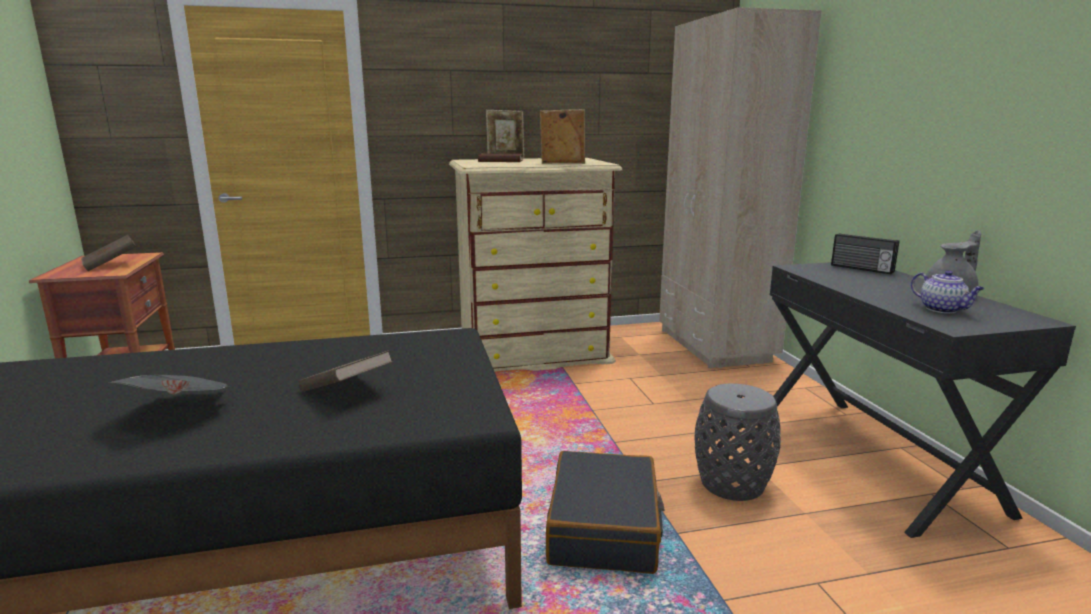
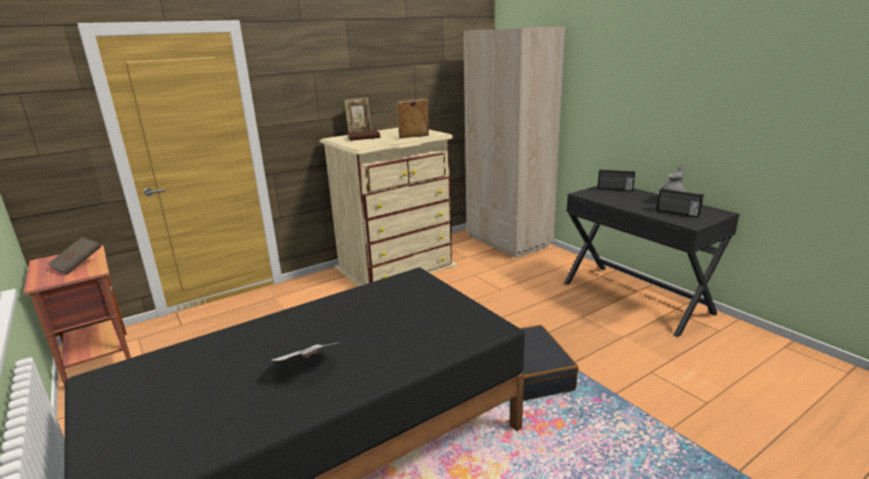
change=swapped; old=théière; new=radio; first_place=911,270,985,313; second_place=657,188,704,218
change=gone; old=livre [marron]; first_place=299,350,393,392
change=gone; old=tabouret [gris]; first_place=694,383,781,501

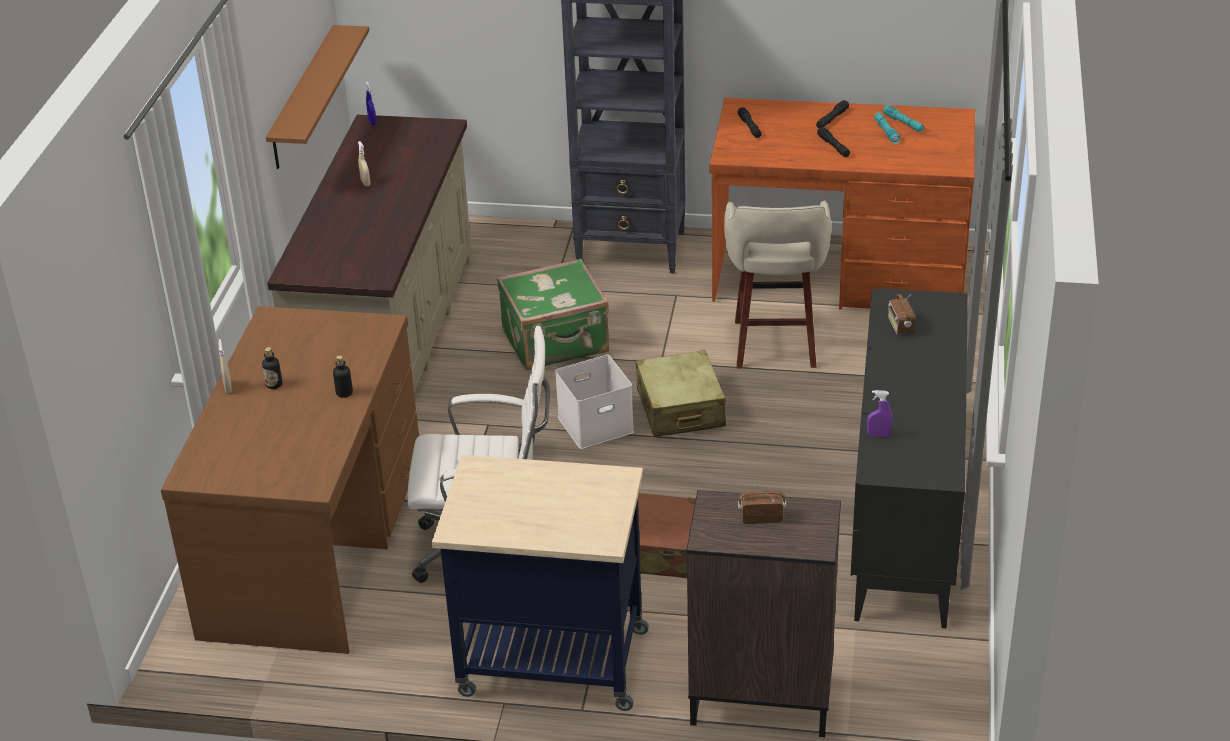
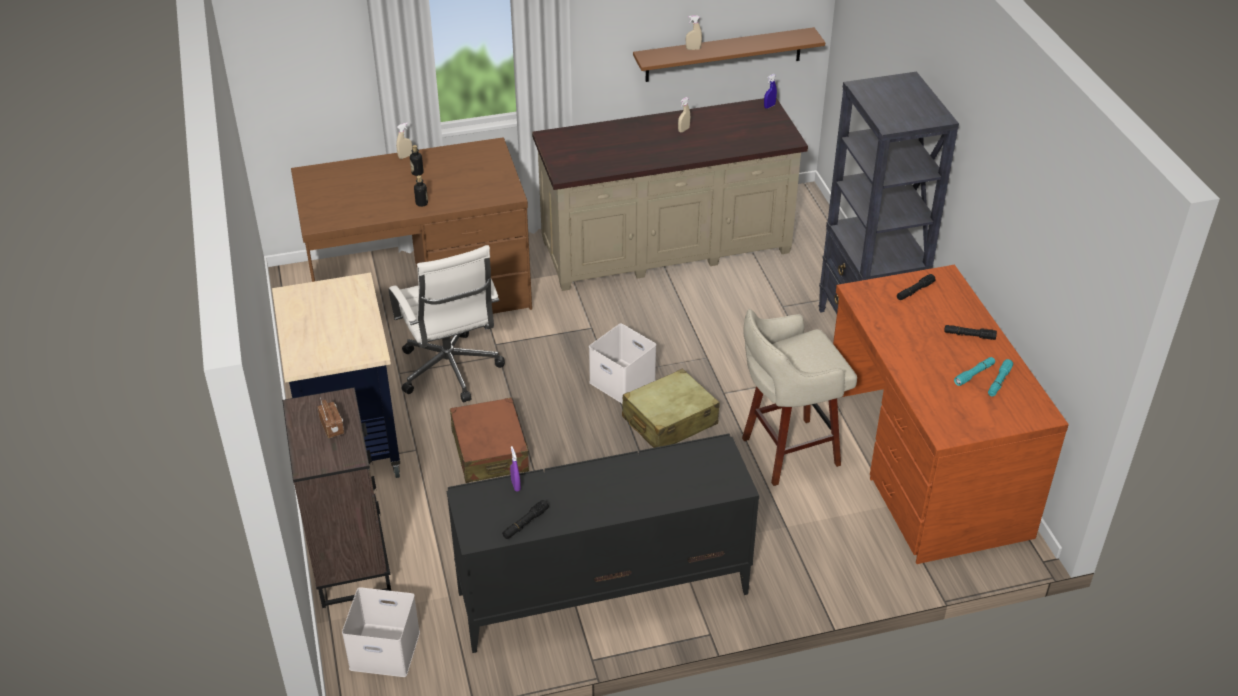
change=shifted; old=lampe de poche [noir]; first_place=817,127,850,157; second_place=502,500,549,539
change=gone; old=valise [vert]; first_place=497,258,609,371
change=gone; old=radio; first_place=888,294,915,334
change=new; new=vaporisateur [beige]; second_place=686,16,702,50
change=new; new=boîte de rangement [blanc]; second_place=342,587,420,677

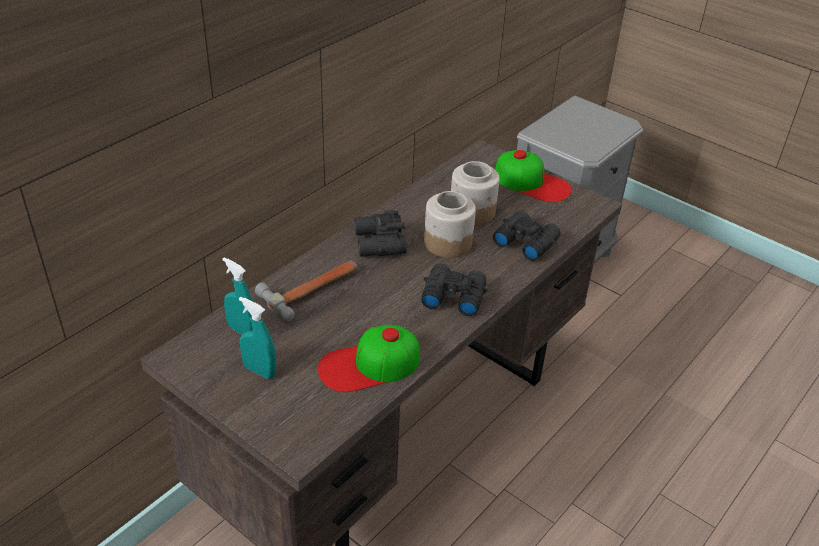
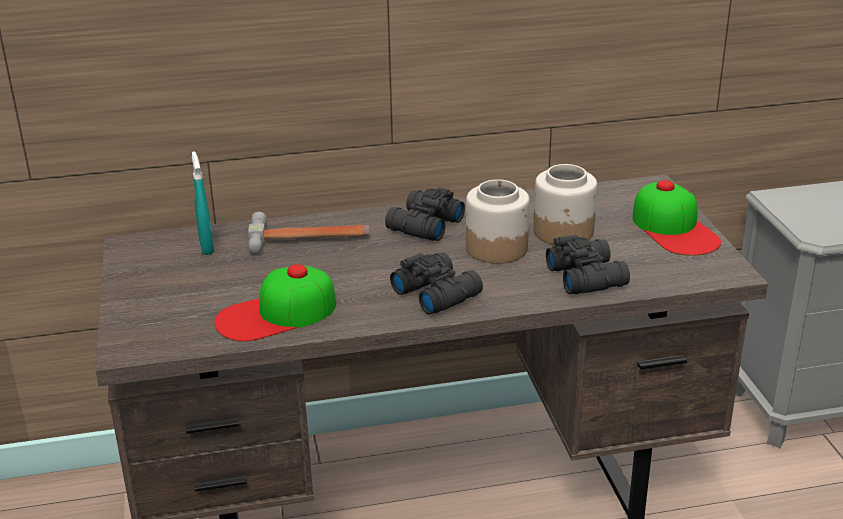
change=gone; old=vaporisateur [turquoise]; first_place=239,297,276,379
change=rotated; old=casquette; first_place=318,325,420,392; second_place=214,264,336,341; degrees=-45

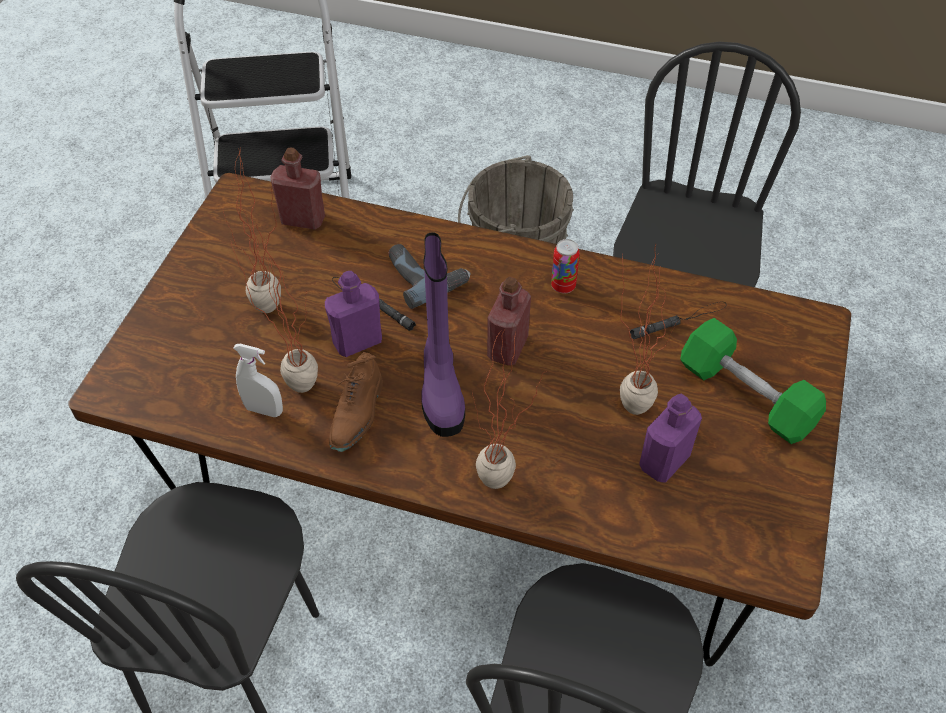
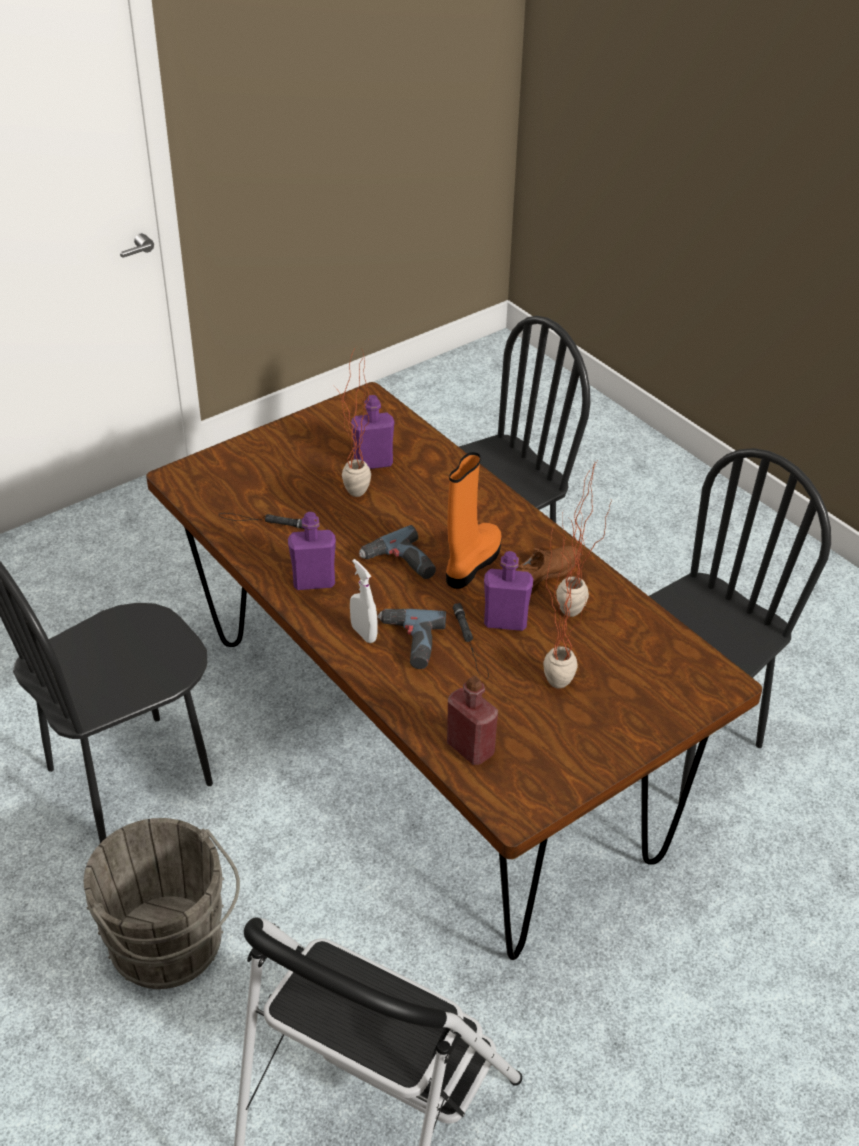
change=repainted; old=botte [violet]; new=botte [orange]; first_place=422,232,465,437; second_place=446,452,502,589
change=swapped; old=boîte métallique; new=bouteille [violet]; first_place=551,239,580,294; second_place=288,512,336,590
change=swapped; old=bouteille [rouge]; new=perceuse; first_place=487,277,531,365; second_place=359,525,436,579
change=gone; old=haltère [vert]; first_place=680,318,826,444
change=gone; old=plante en pot; first_place=472,330,547,489
change=shifted; old=vaporisateur [blanc]; first_place=233,344,283,417; second_place=350,559,378,643

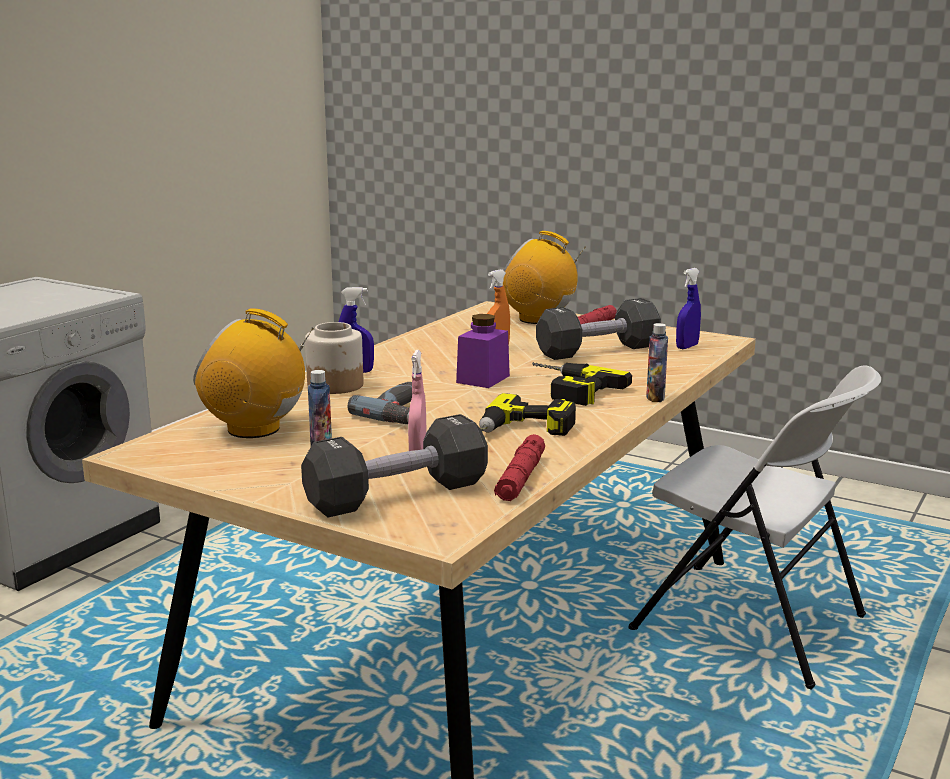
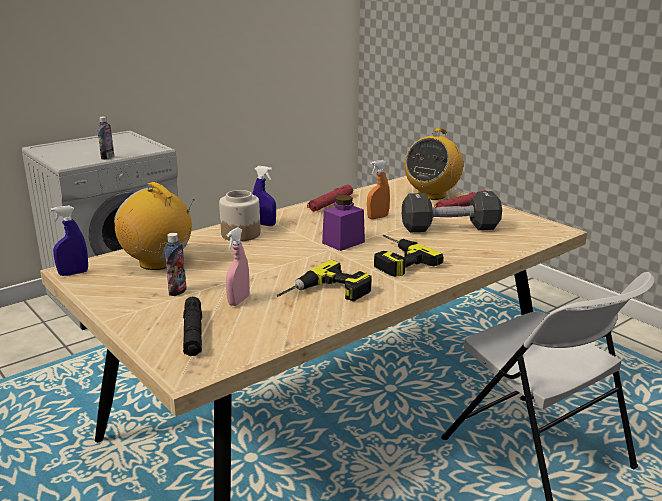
change=rotated; old=radio; first_place=503,231,586,324; second_place=404,128,463,200; degrees=-105
change=shifted; old=vaporisateur [bleu]; first_place=676,268,701,349; second_place=51,205,88,276
change=shifted; old=bouteille; first_place=646,323,668,402; second_place=97,116,114,160
change=gone; old=perceuse; first_place=348,382,412,424
change=swapped; old=haltère [noir]; new=lampe de poche [noir]; first_place=301,414,488,518; second_place=183,297,202,356
change=shifted; old=lampe de poche [rouge]; first_place=494,434,545,501; second_place=307,185,353,212

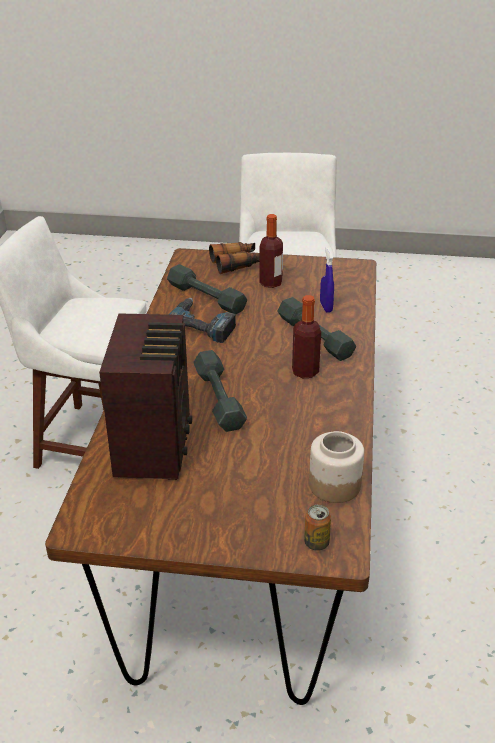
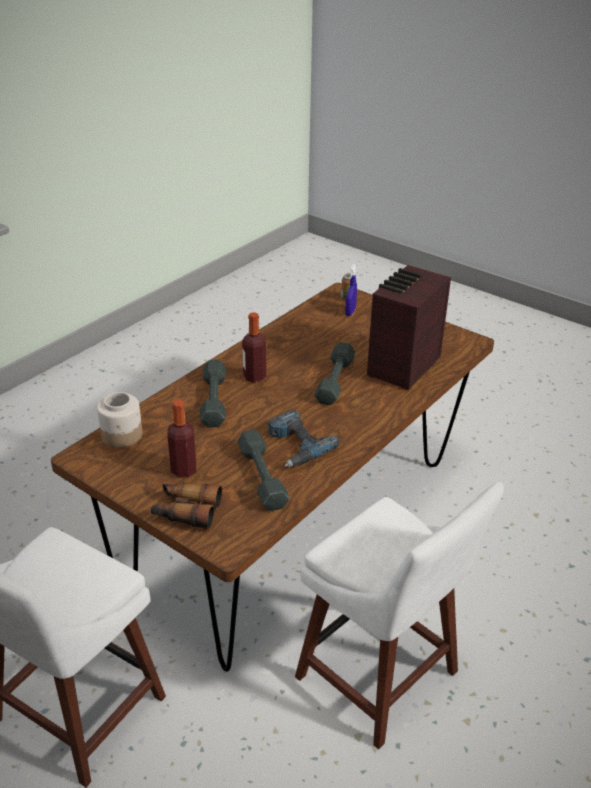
change=shifted; old=vaporisateur [bleu]; first_place=320,247,334,313; second_place=345,264,357,316
change=shifted; old=bocal; first_place=309,431,364,503; second_place=97,392,142,448

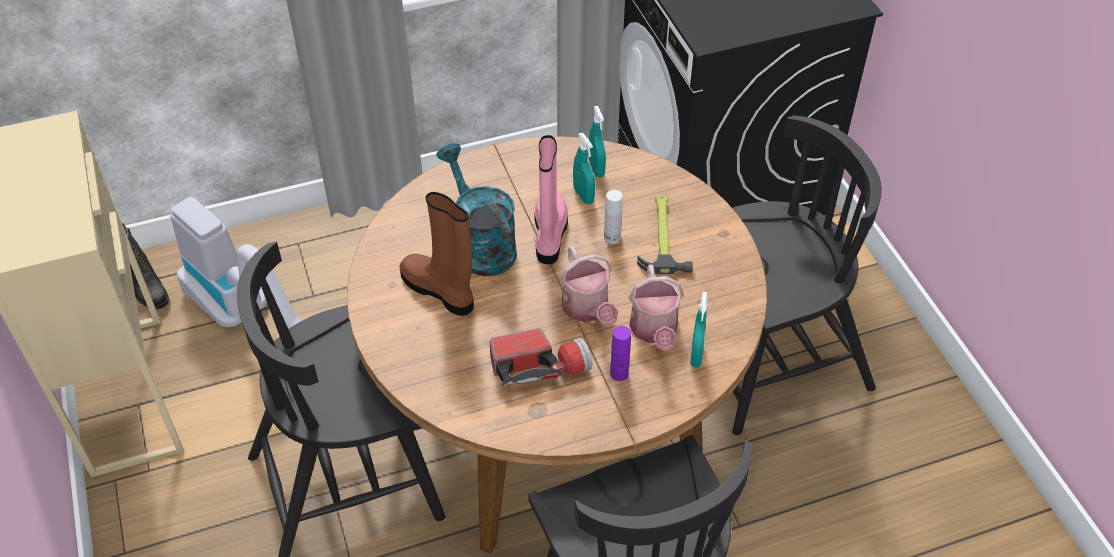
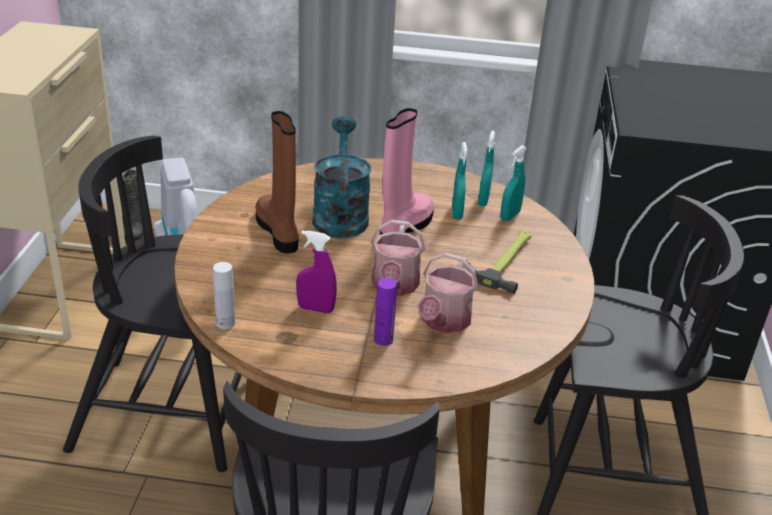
change=shifted; old=bouteille [blanc]; first_place=604,190,623,244; second_place=213,262,235,329
change=shifted; old=vaporisateur [turquoise]; first_place=690,292,708,368; second_place=500,145,527,221
change=swapped; old=lampe de poche; new=vaporisateur [violet]; first_place=490,328,593,387; second_place=296,230,337,313

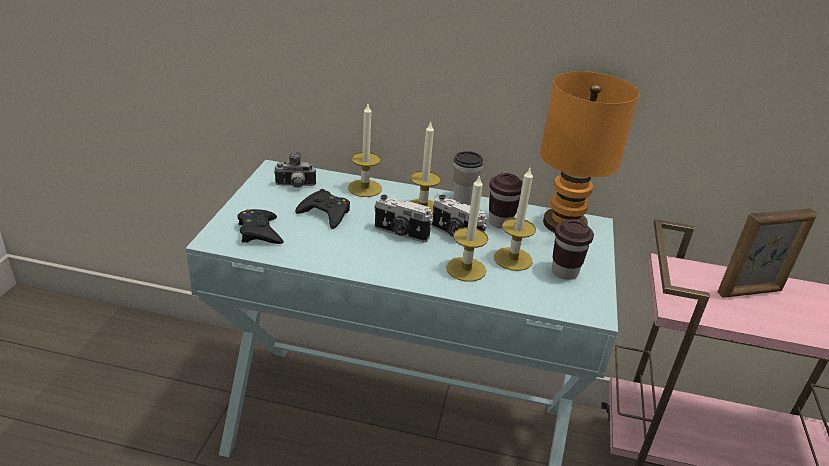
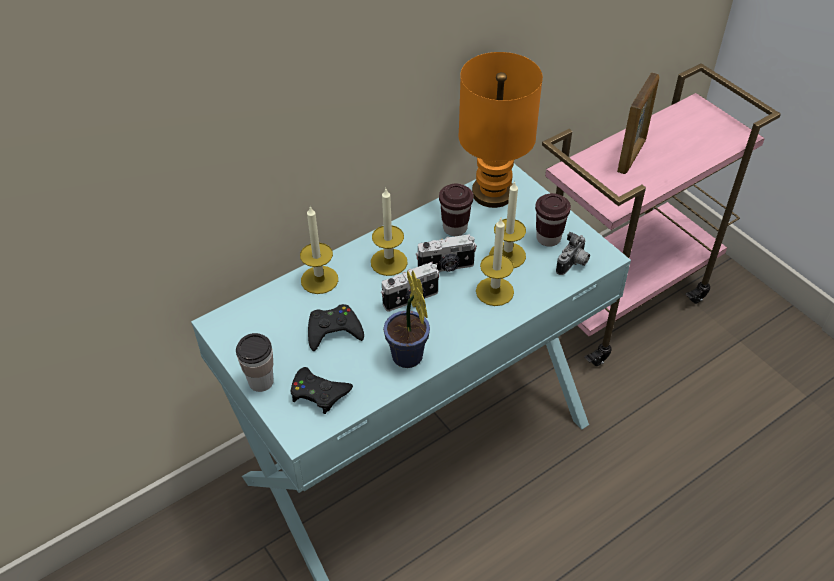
change=shifted; old=appareil photo; first_place=274,151,316,188; second_place=556,232,590,275
change=shifted; old=tasse; first_place=453,151,484,205; second_place=236,333,274,392
change=new; new=plante en pot; second_place=383,270,430,368

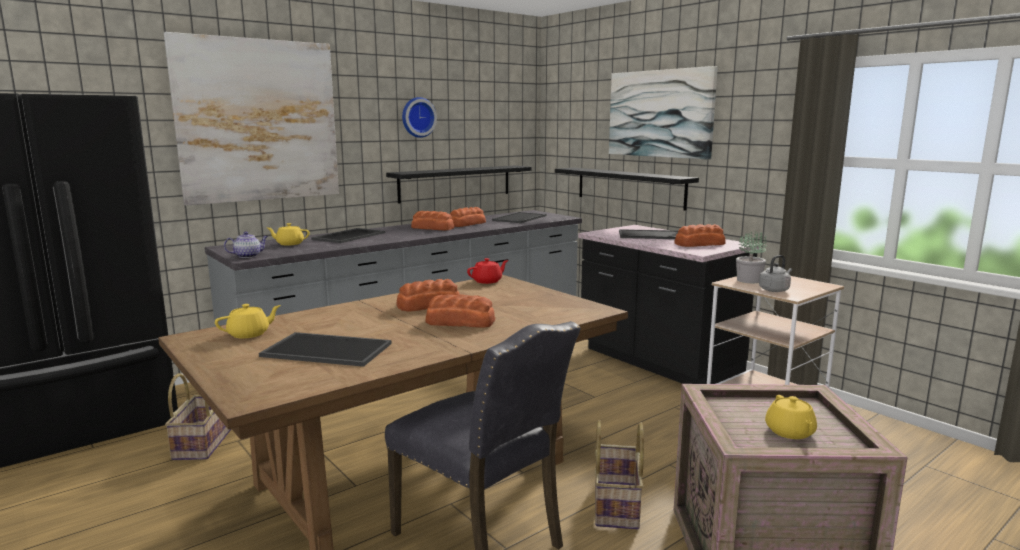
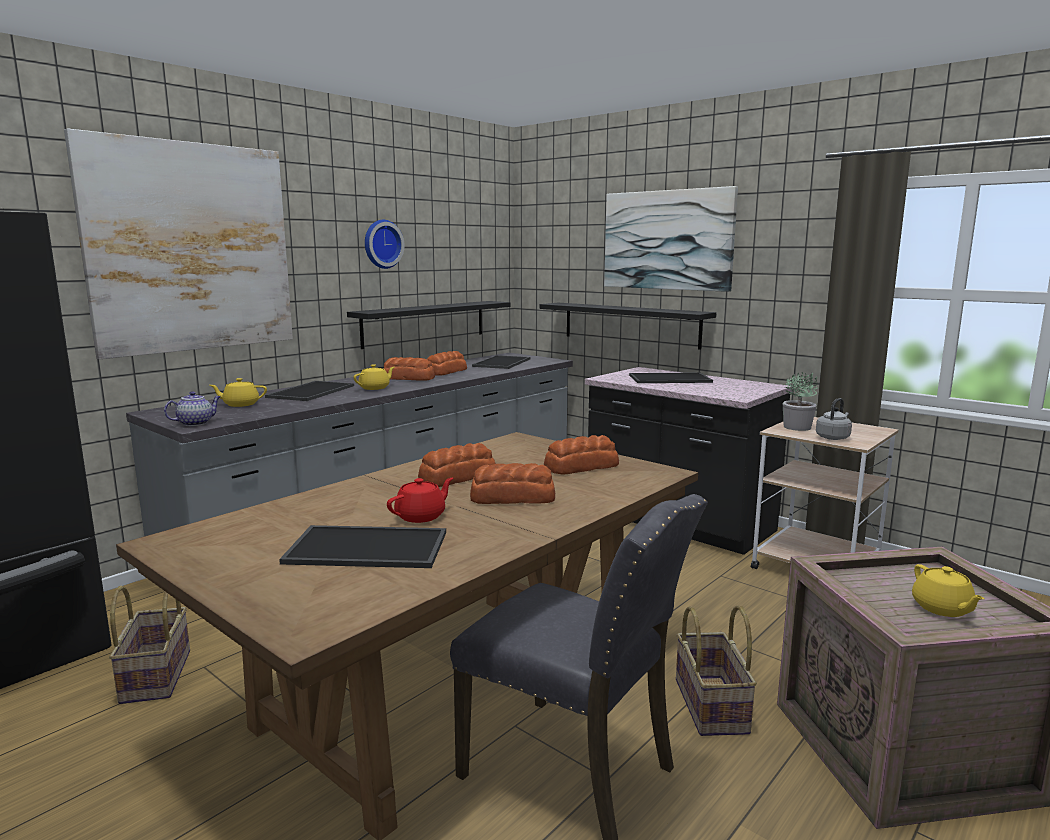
change=shifted; old=pain; first_place=675,224,726,247; second_place=544,435,619,475
change=shifted; old=théière [rouge]; first_place=467,258,508,284; second_place=387,478,453,523
change=shifted; old=théière [jaune]; first_place=215,304,281,338; second_place=353,364,395,390

